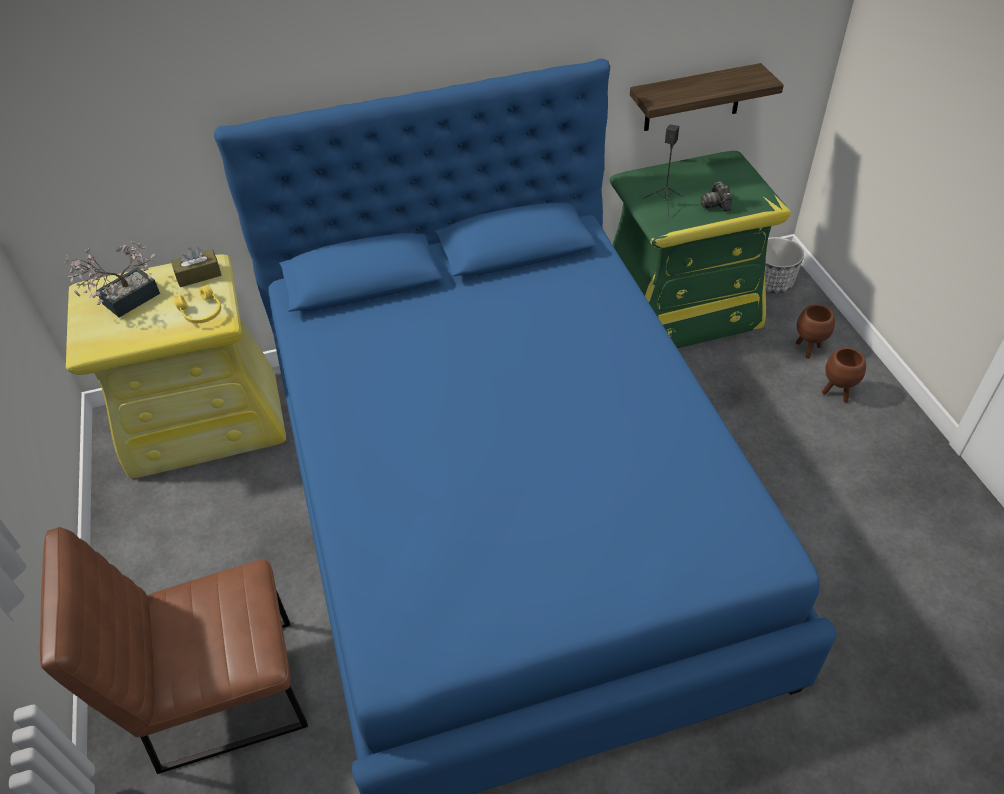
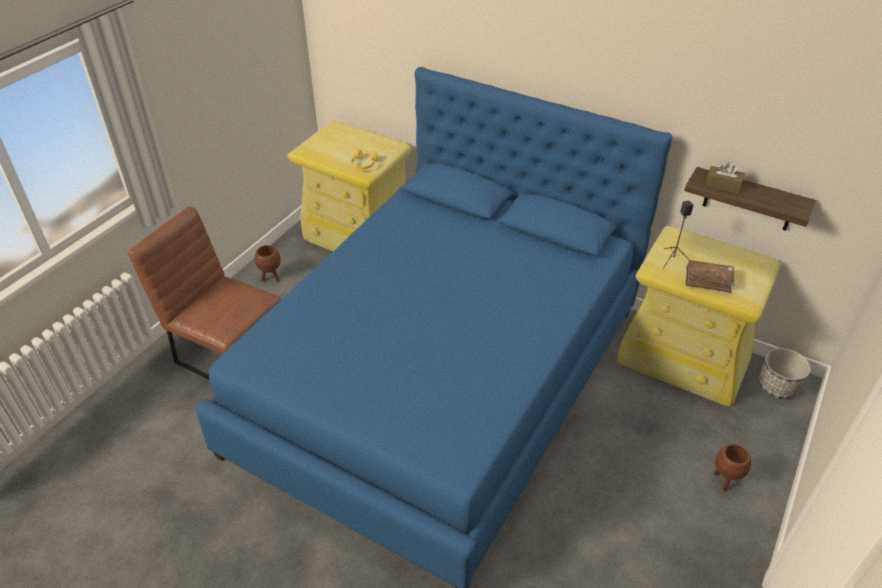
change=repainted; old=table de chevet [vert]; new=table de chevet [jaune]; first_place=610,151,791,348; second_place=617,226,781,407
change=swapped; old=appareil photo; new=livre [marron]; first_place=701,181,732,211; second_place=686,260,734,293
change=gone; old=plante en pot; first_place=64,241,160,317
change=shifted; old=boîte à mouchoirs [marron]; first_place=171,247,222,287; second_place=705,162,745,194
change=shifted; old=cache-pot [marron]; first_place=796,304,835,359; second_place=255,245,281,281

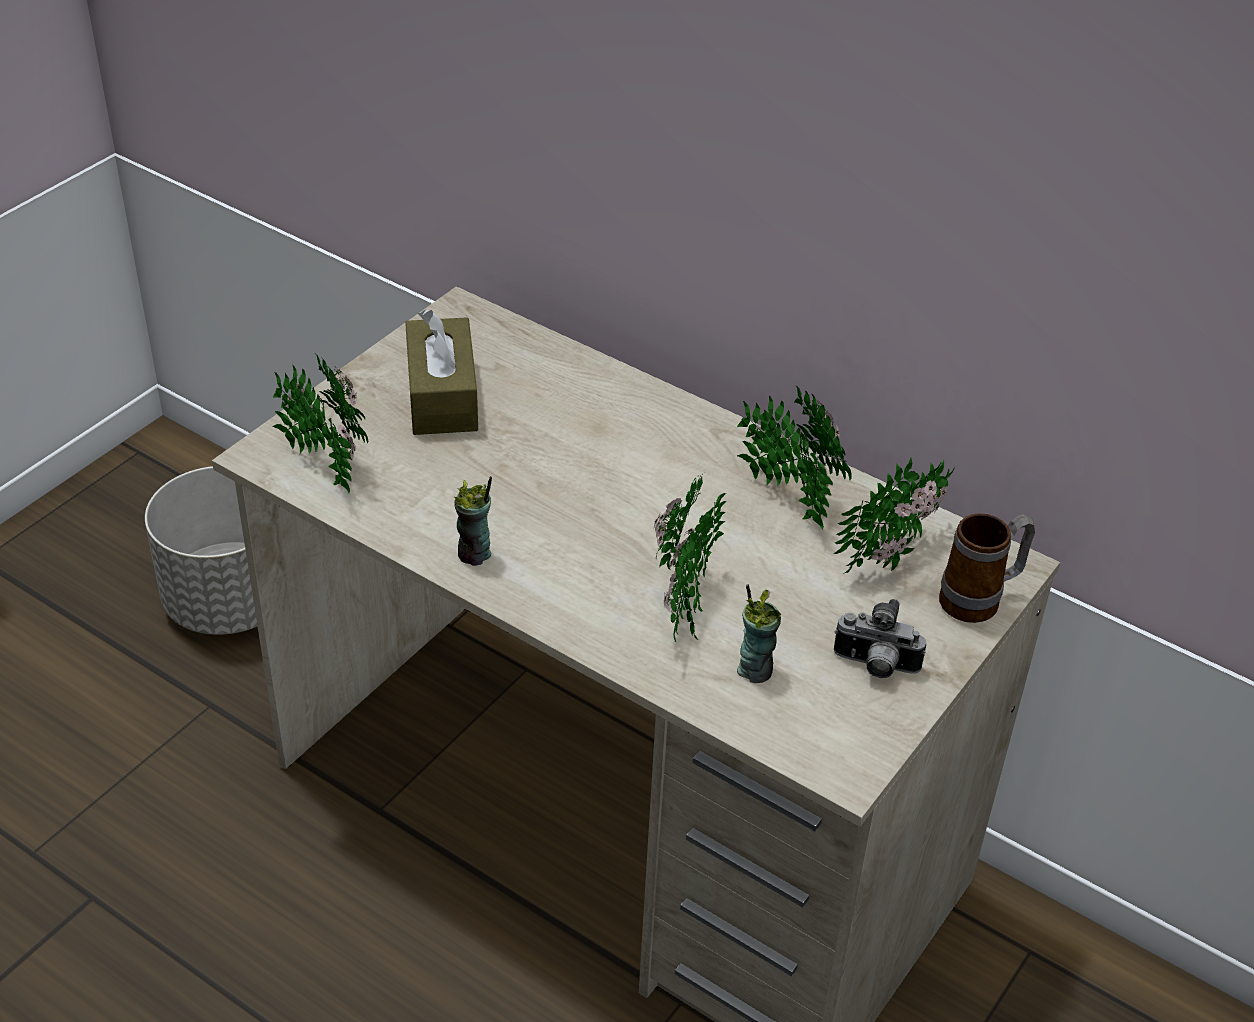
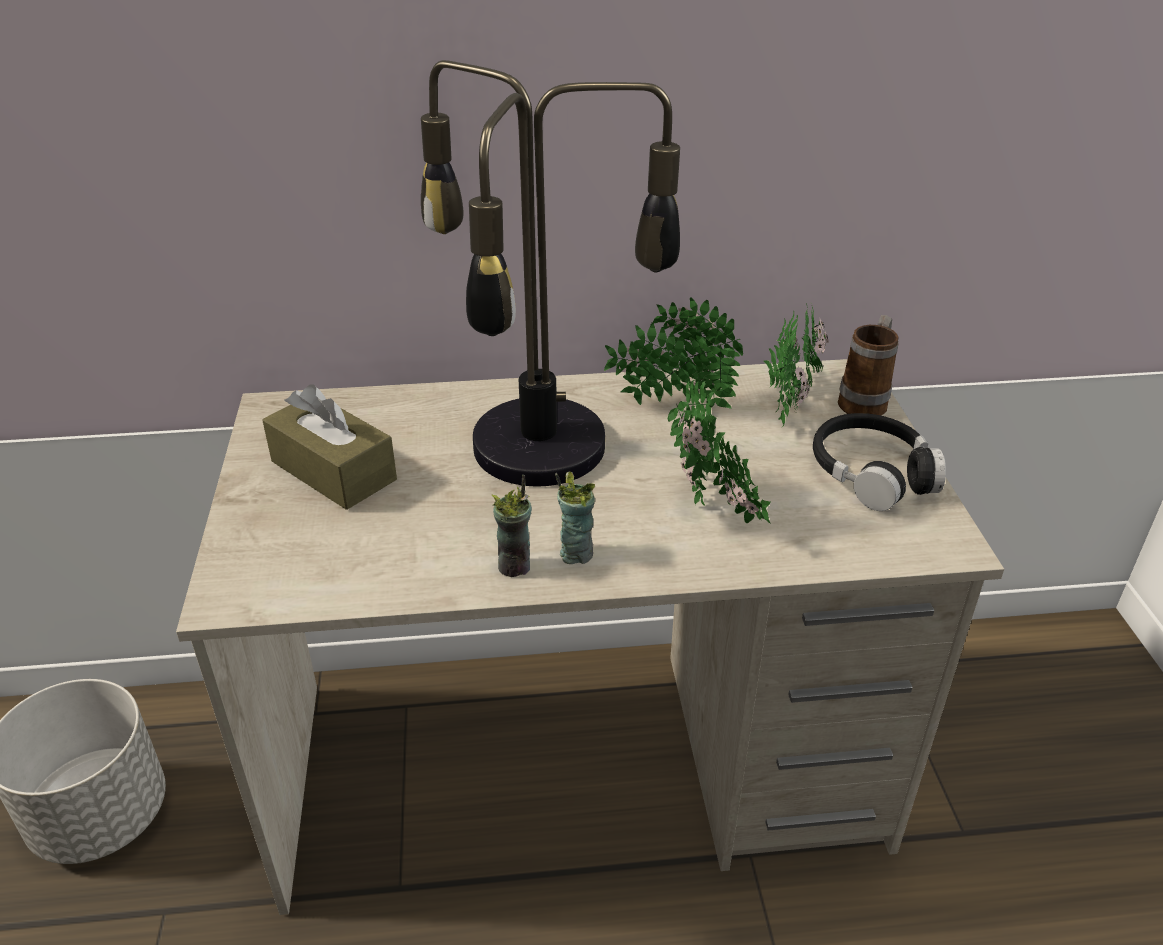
change=gone; old=plante en pot; first_place=272,351,369,493
change=shifted; old=tasse; first_place=737,584,781,683; second_place=555,471,595,564
change=swapped; old=appareil photo; new=casque audio [noir]; first_place=834,599,926,678; second_place=813,413,946,511
change=new; new=lampe de table; second_place=421,60,680,486

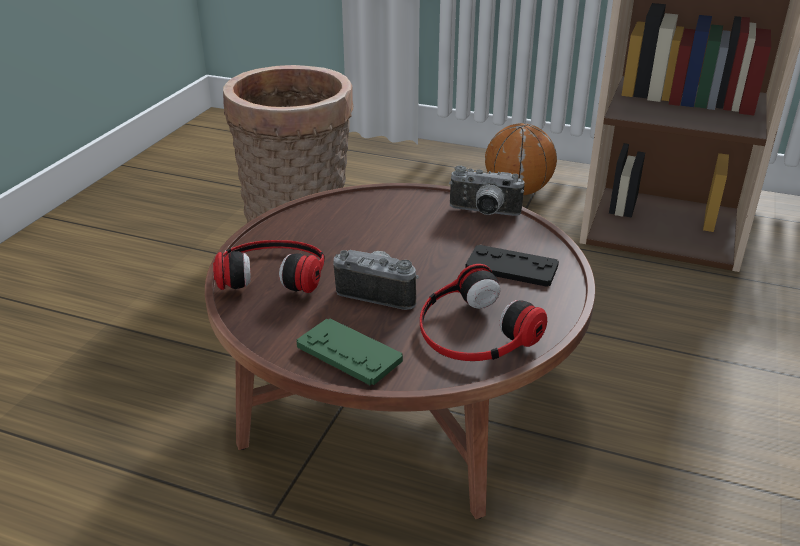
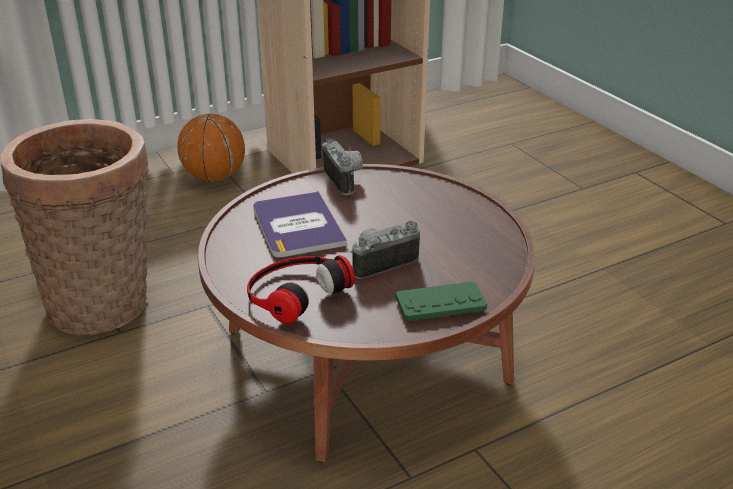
change=rotated; old=appareil photo; first_place=449,166,524,216; second_place=322,139,363,195; degrees=-75
change=gone; old=manette [noir]; first_place=465,245,559,287
change=gone; old=casque audio; first_place=420,264,547,361
change=new; new=livre; second_place=253,191,347,258

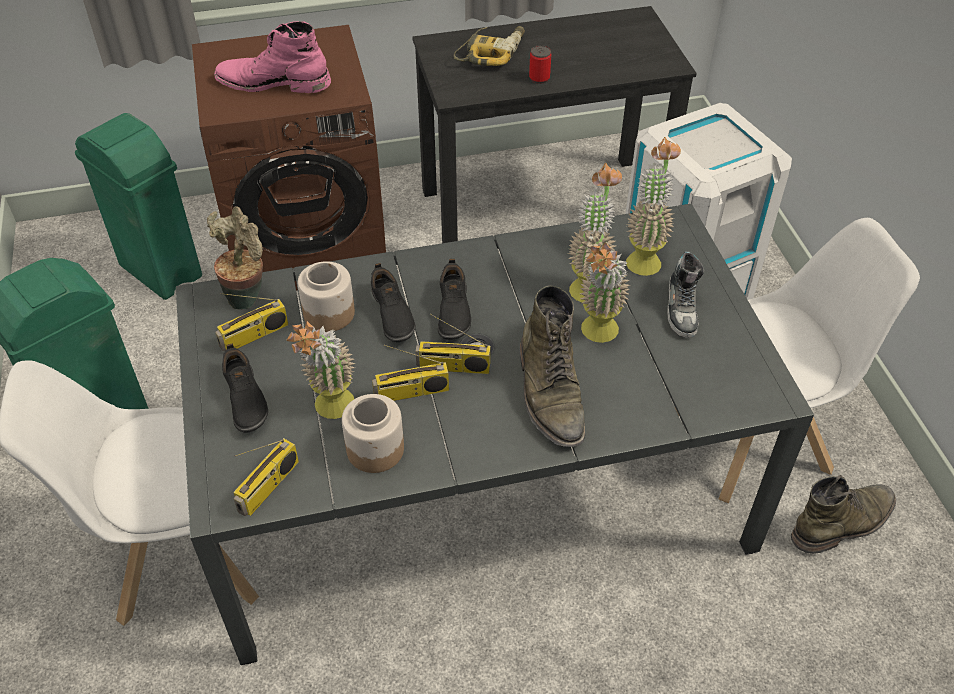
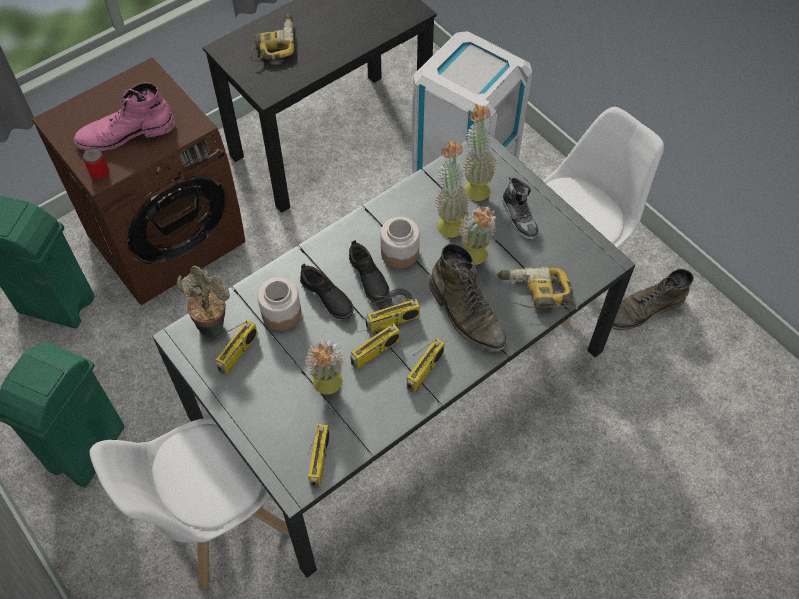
change=shifted; old=boîte métallique; first_place=529,45,551,84; second_place=83,148,109,180
change=gone; old=chaussure [noir]; first_place=222,344,268,433
change=shifted; old=bocal; first_place=342,394,404,473; second_place=381,217,420,269
change=rotated; old=botte [vert]; first_place=791,475,896,554; second_place=612,269,694,330; degrees=-150
change=new; new=perceuse; second_place=497,267,578,311
change=new; new=radio; second_place=407,338,445,392

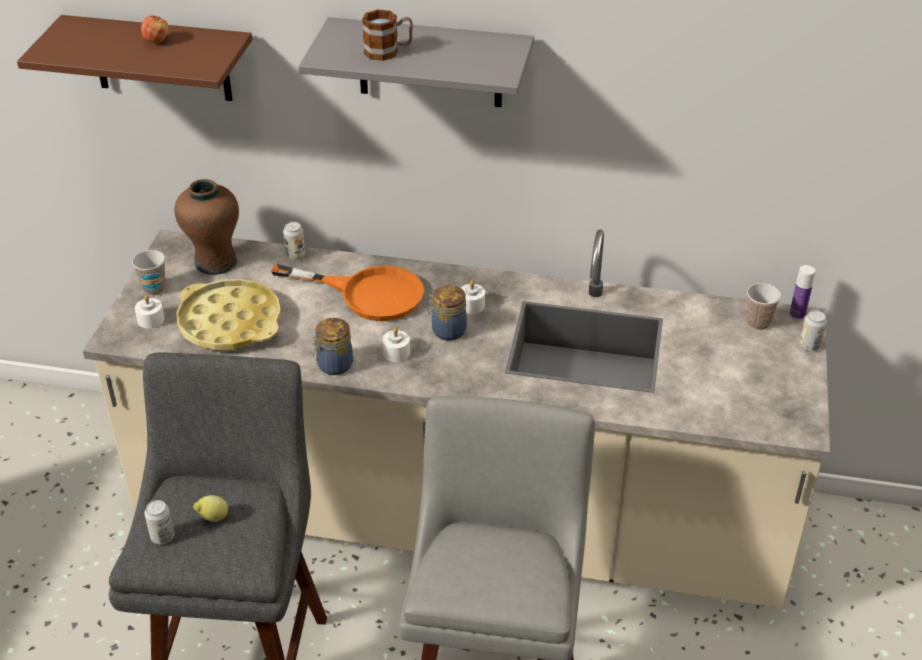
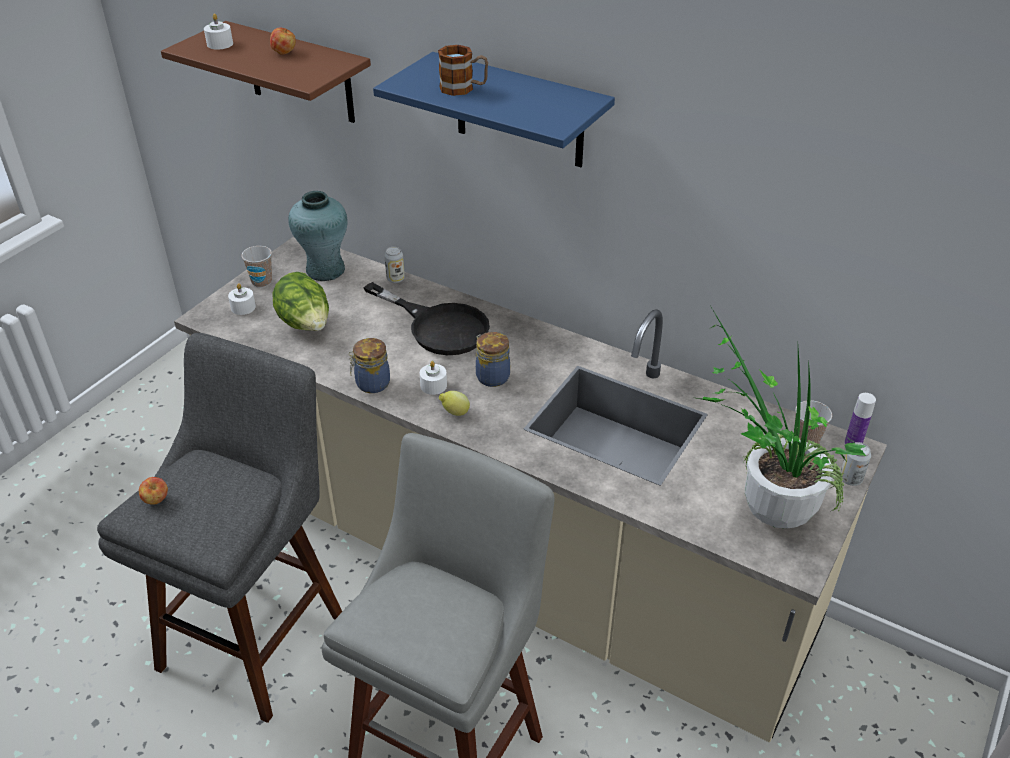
change=repainted; old=étagère [gris]; new=étagère [bleu]; first_place=299,17,534,107; second_place=373,52,615,167
change=repainted; old=vase [marron]; new=vase [turquoise]; first_place=174,179,239,275; second_place=288,191,348,281
change=repainted; old=poêle [orange]; new=poêle [noir]; first_place=271,264,424,321; second_place=364,282,490,355
change=swapped; old=plateau [jaune]; new=laitue; first_place=176,279,281,350; second_place=273,272,329,331
change=shifted; old=bougie [blanc]; first_place=461,280,485,314; second_place=204,13,233,50
change=shifted; old=citron; first_place=193,495,228,522; second_place=439,391,470,416
change=swapped; old=boîte métallique; new=pomme; first_place=144,500,174,544; second_place=139,477,168,505
change=new; new=plante en pot; second_place=692,307,866,528

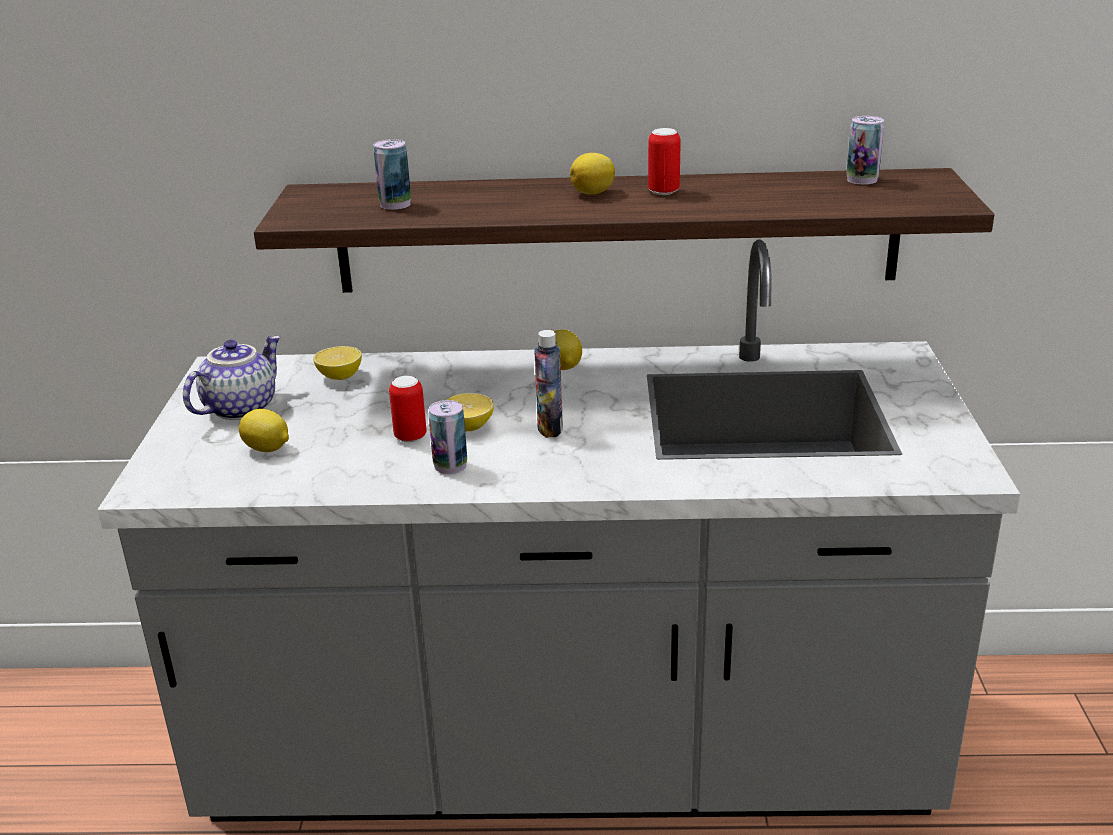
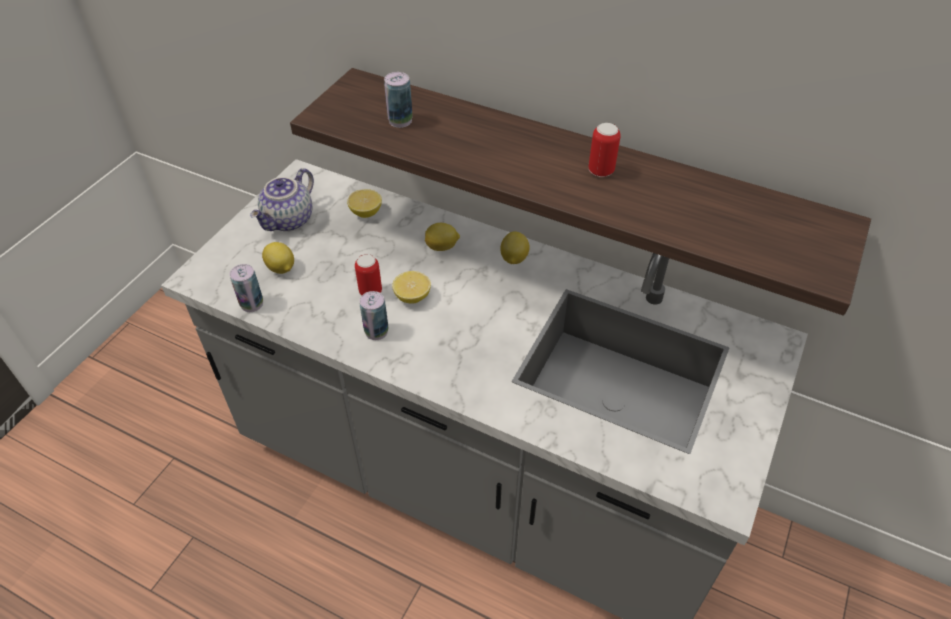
change=shifted; old=boîte métallique; first_place=847,116,884,185; second_place=230,264,263,312
change=shifted; old=citron; first_place=570,153,615,195; second_place=425,223,460,251
change=gone; old=bouteille; first_place=534,330,563,438
change=rotated; old=théière; first_place=183,336,281,420; second_place=250,168,314,232; degrees=150

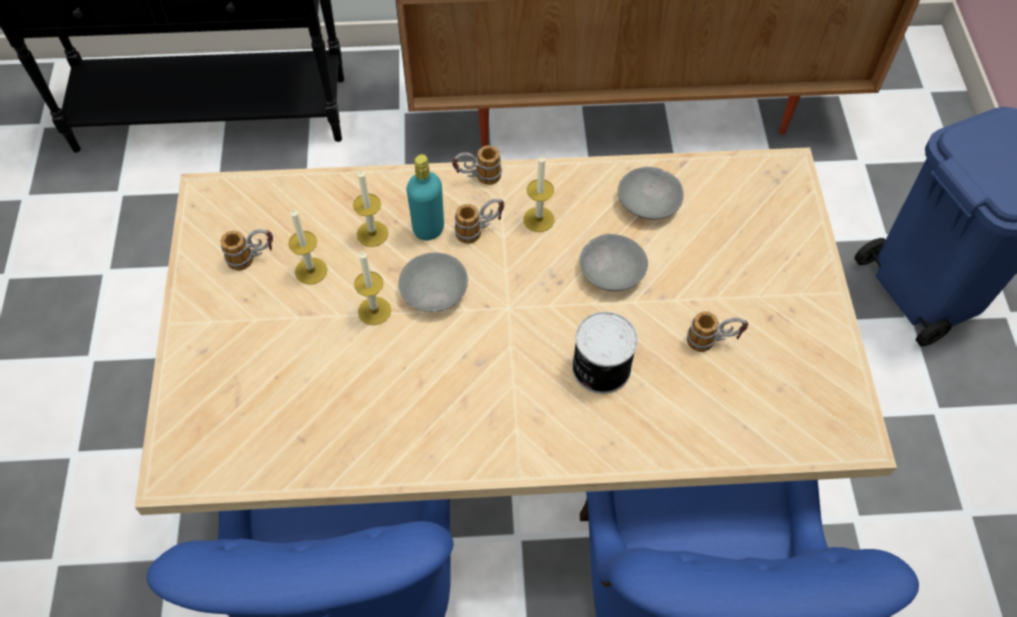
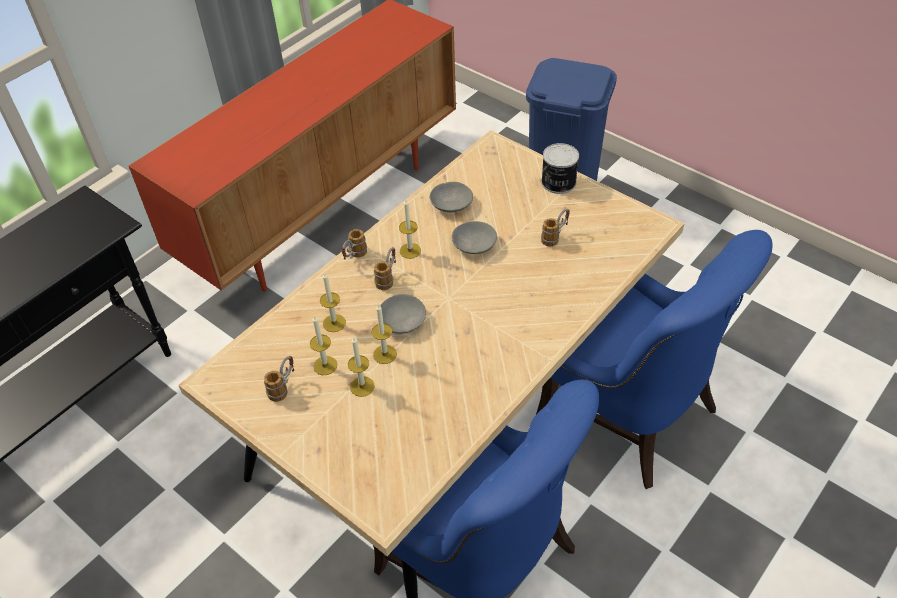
change=gone; old=bouteille [turquoise]; first_place=406,154,444,240
change=shifted; old=boîte métallique; first_place=572,312,638,394; second_place=541,143,579,194
change=new; new=bougie; second_place=348,337,375,397

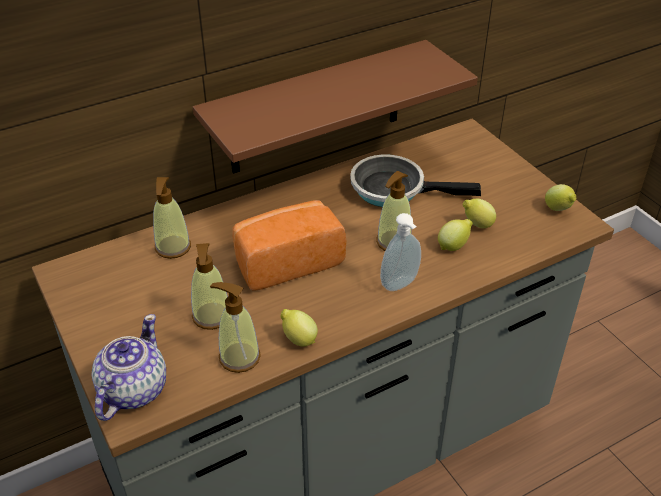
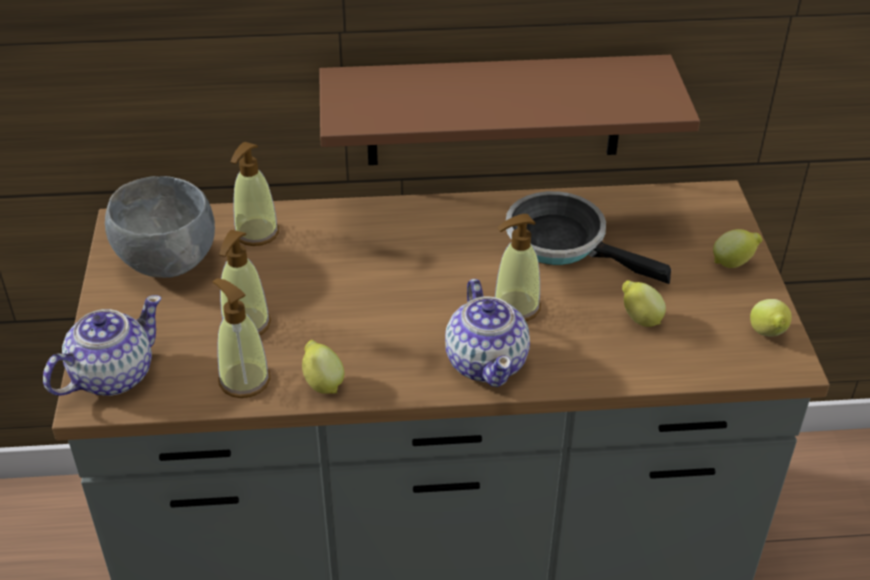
change=gone; old=pain; first_place=232,200,346,291
change=swapped; old=distributeur de savon; new=théière; first_place=380,213,421,291; second_place=445,279,530,387
change=shifted; old=citron; first_place=438,219,473,251; second_place=713,229,763,268
change=new; new=bol [gris]; second_place=105,176,215,278

